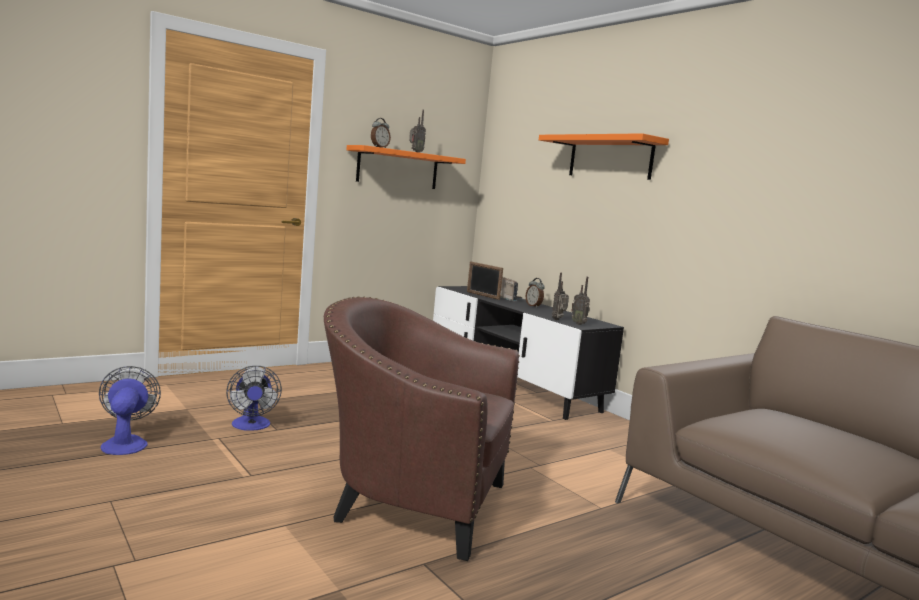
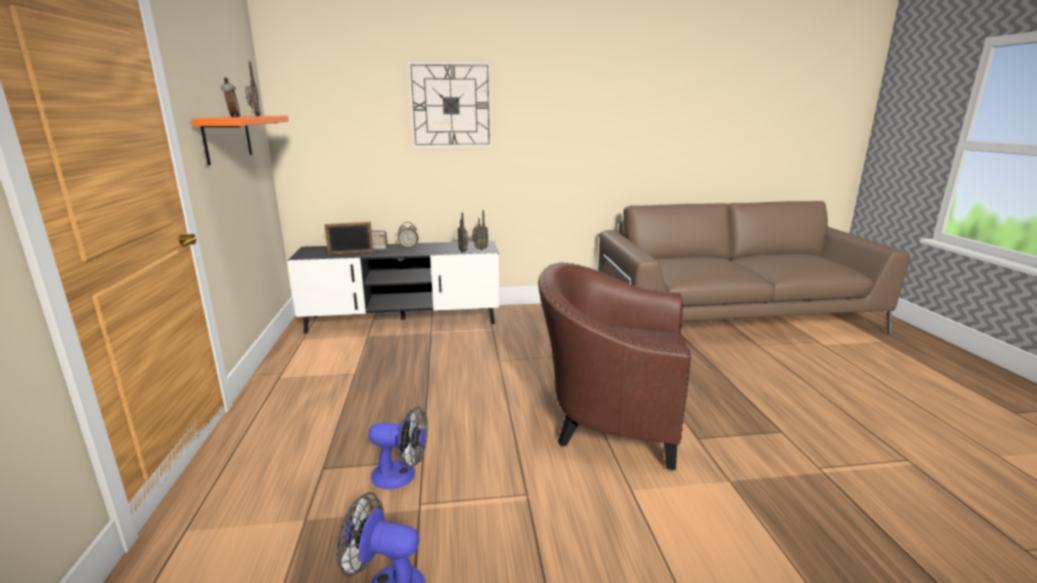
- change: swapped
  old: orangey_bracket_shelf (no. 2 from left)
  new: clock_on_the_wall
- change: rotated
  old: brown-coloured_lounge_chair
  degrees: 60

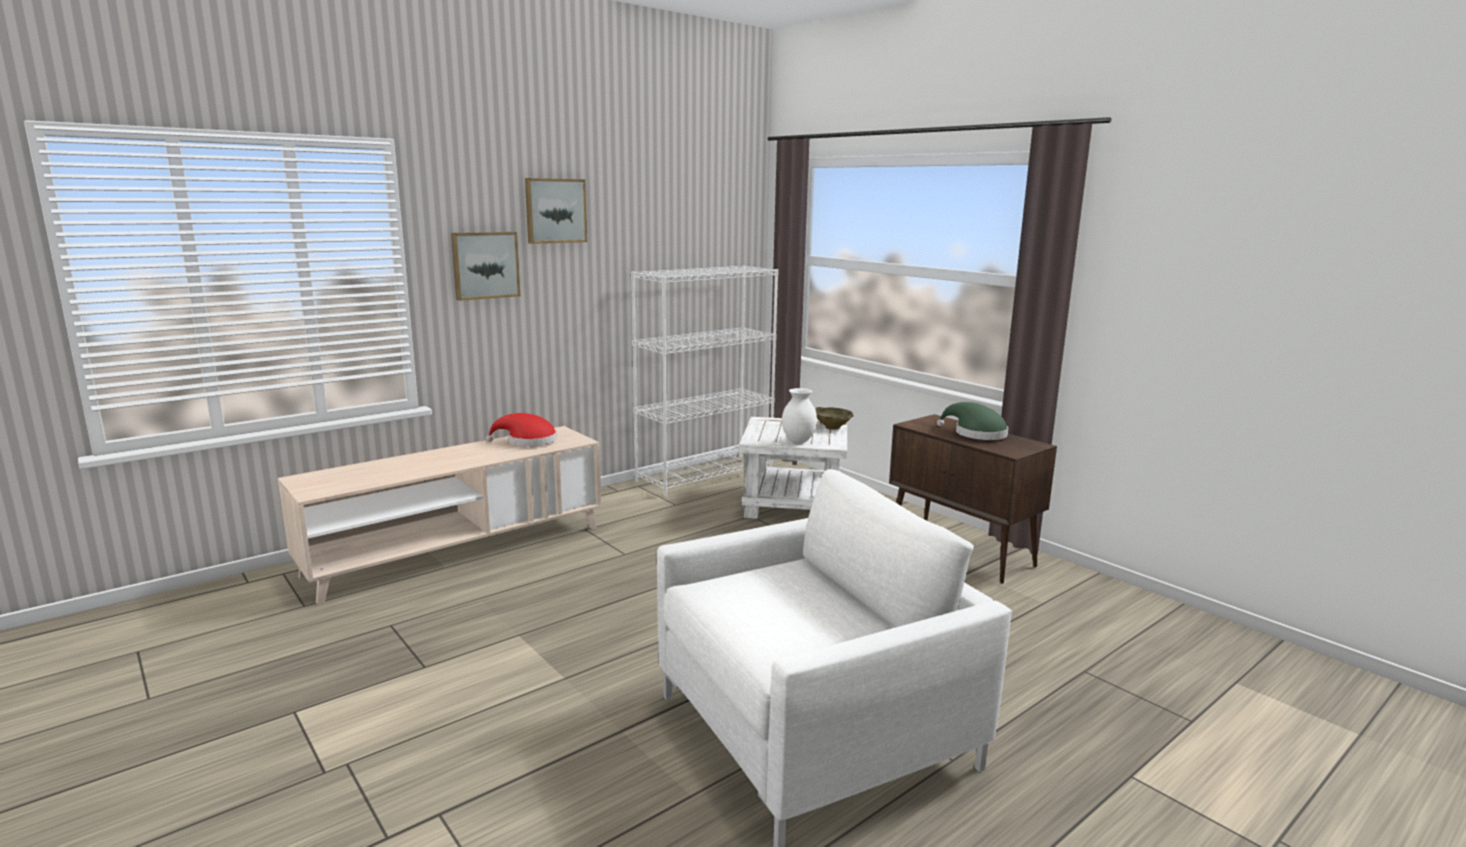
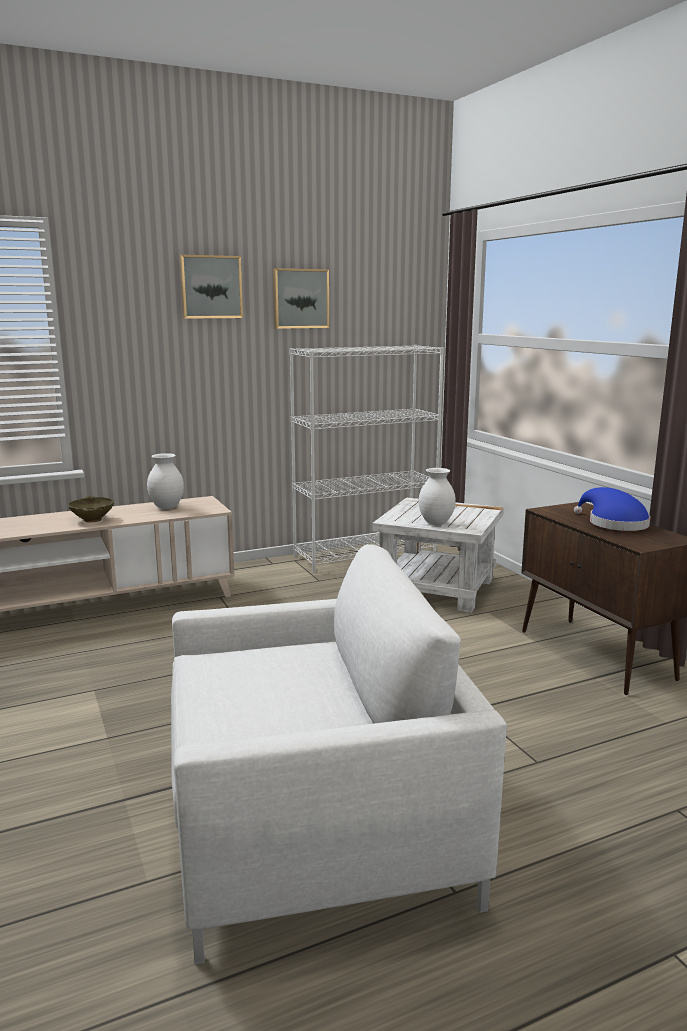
- change: shifted
  old: picture (no. 1 from left in the first image)
  new: picture (no. 2 from left)
- change: shifted
  old: beige_bowl
- change: swapped
  old: red_wearable_hat
  new: white_decorative_vase (no. 1 from left)
- change: repainted
  old: green_wearable_hat
  new: bluish_wearable_hat

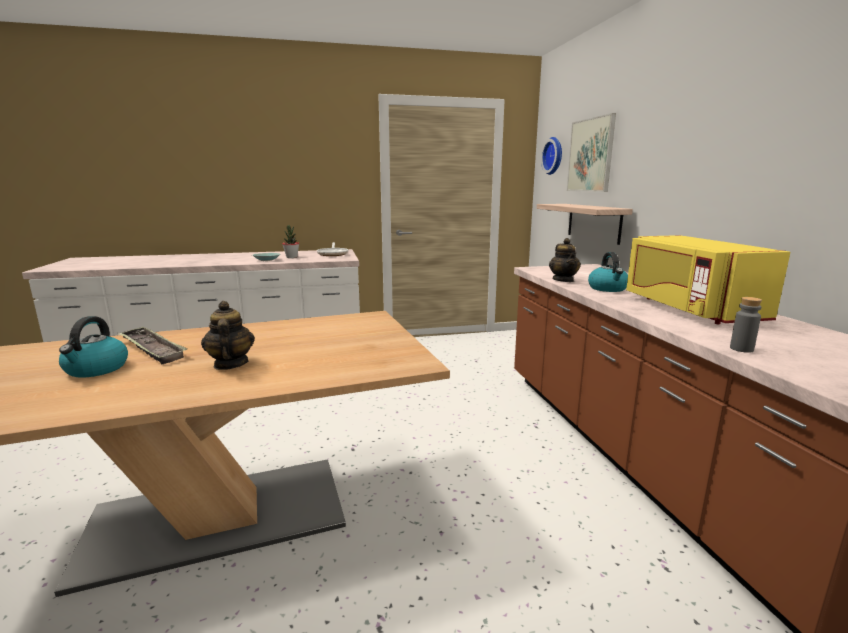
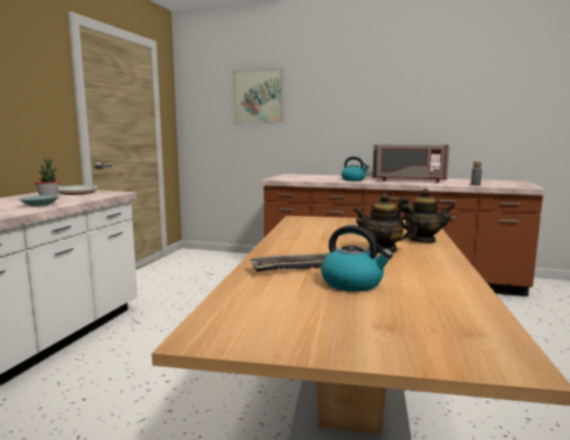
- change: gone
  old: bracket_shelf
- change: gone
  old: clock_on_the_wall
- change: shifted
  old: tea_pot (no. 2 from left)
- change: repainted
  old: yellowish_microwave_oven
  new: gray_microwave_oven

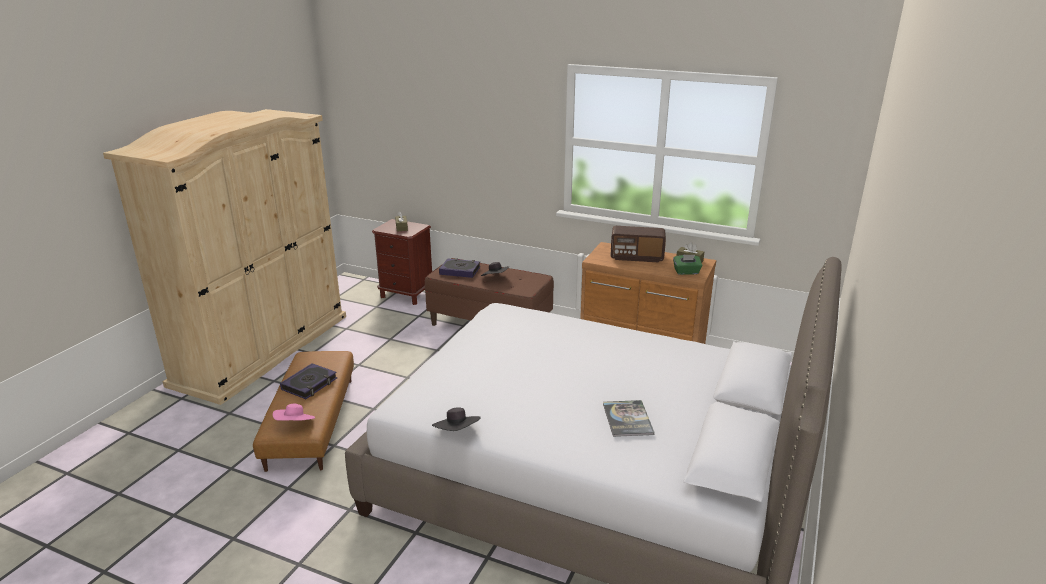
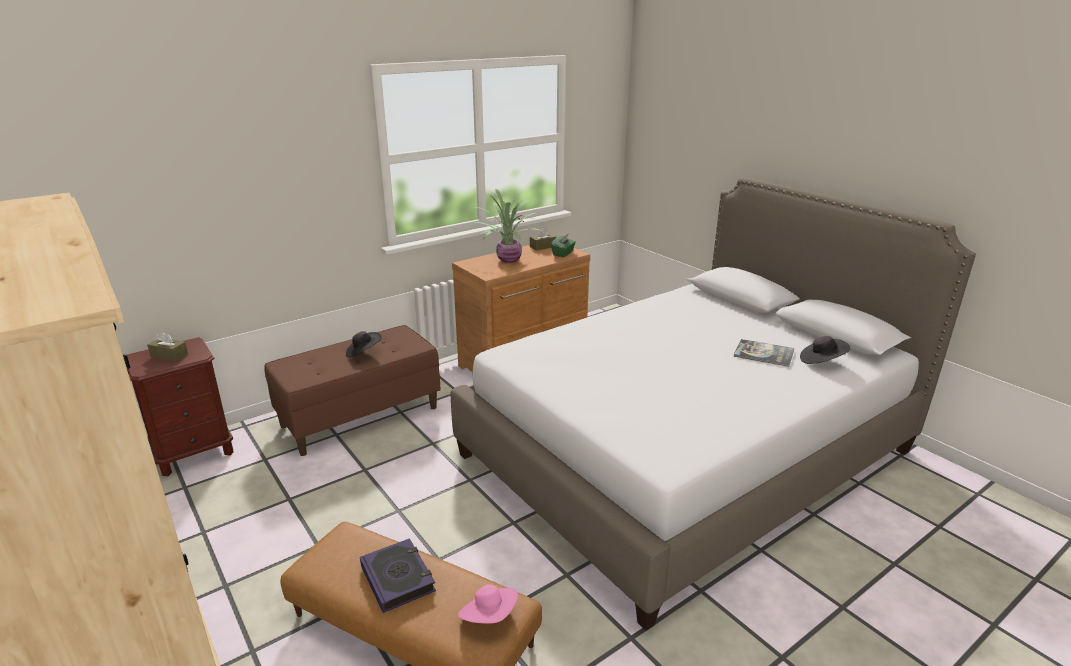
- change: gone
  old: bound_book (no. 2 from left)
- change: shifted
  old: black-coloured_wearable_hat (no. 1 from left in the first image)
  new: black-coloured_wearable_hat (no. 2 from left)
- change: swapped
  old: radio_receiver
  new: houseplant

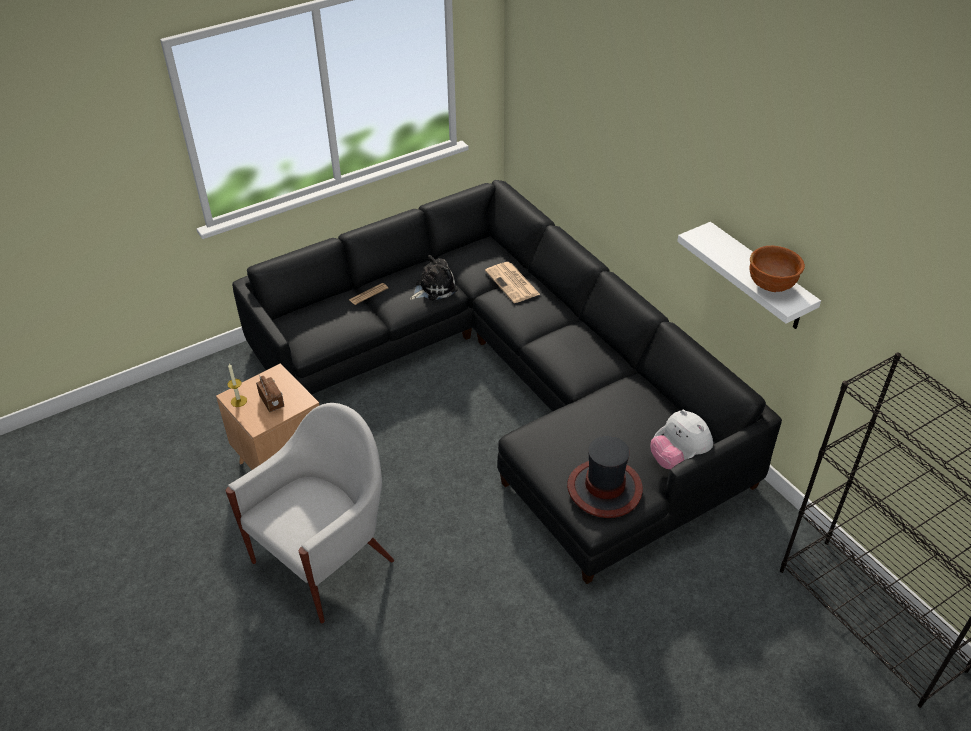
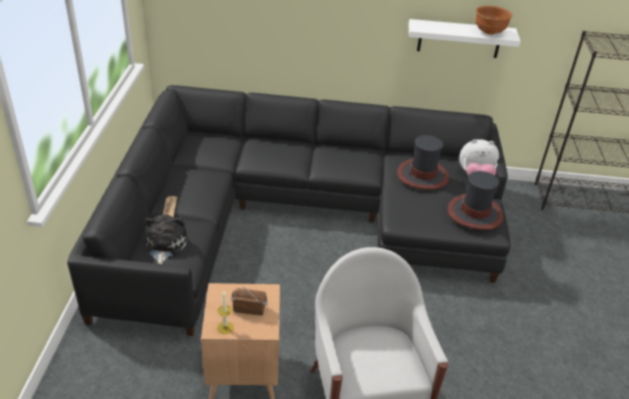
- change: gone
  old: newspaper (no. 2 from left)
- change: new
  new: wearable_hat (no. 1 from left)
- change: shifted
  old: soft_toy (no. 1 from left)

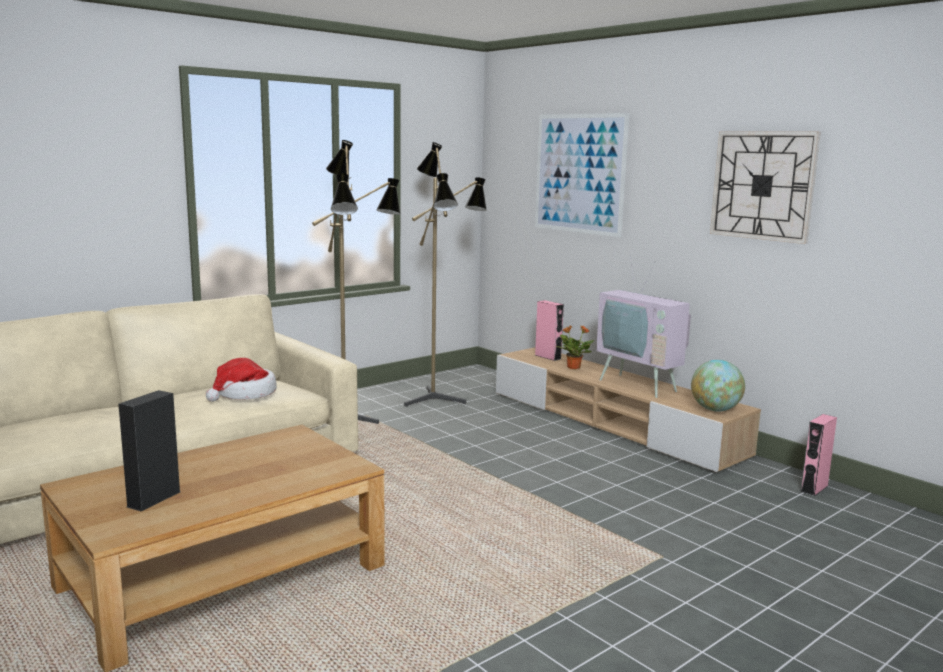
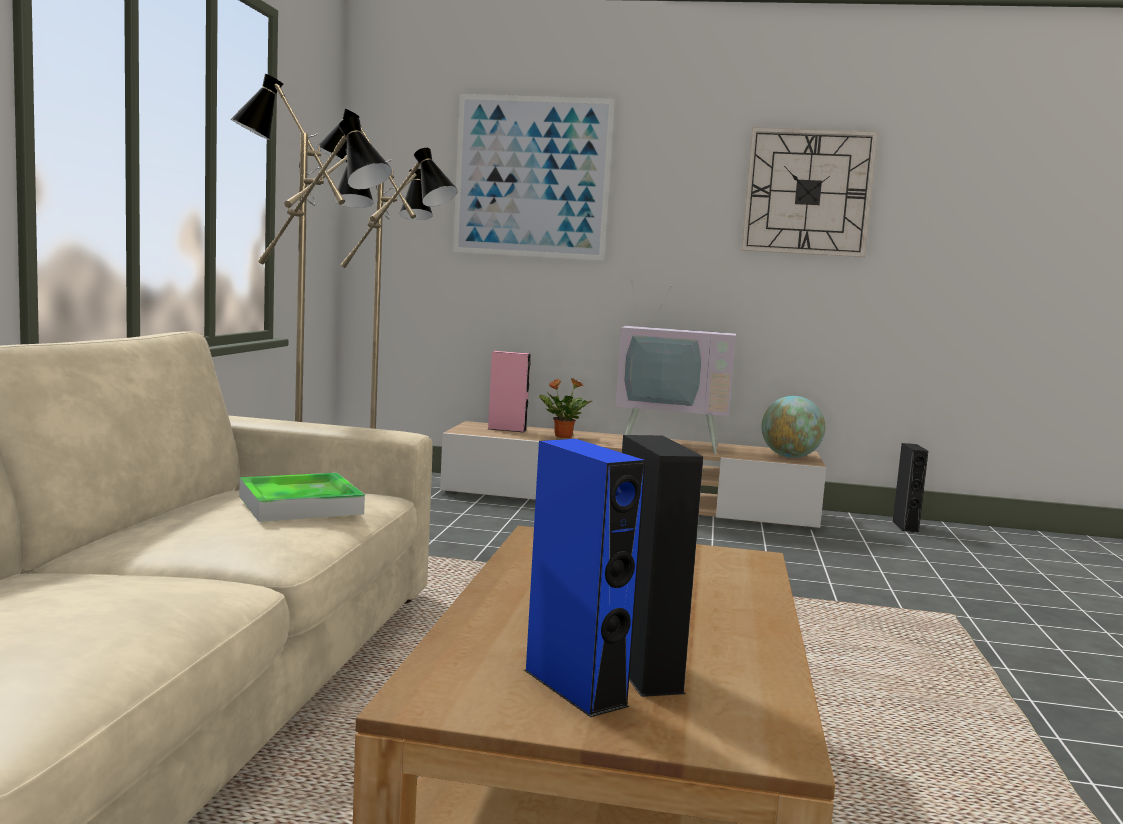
- change: new
  new: bluish_speaker
- change: swapped
  old: wearable_hat
  new: serving_tray
- change: repainted
  old: pink-coloured_speaker (no. 2 from left)
  new: black-coloured_speaker (no. 2 from left)

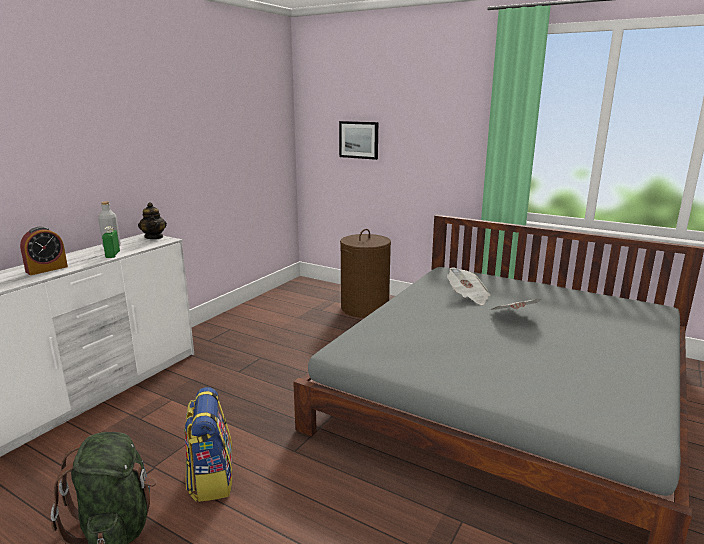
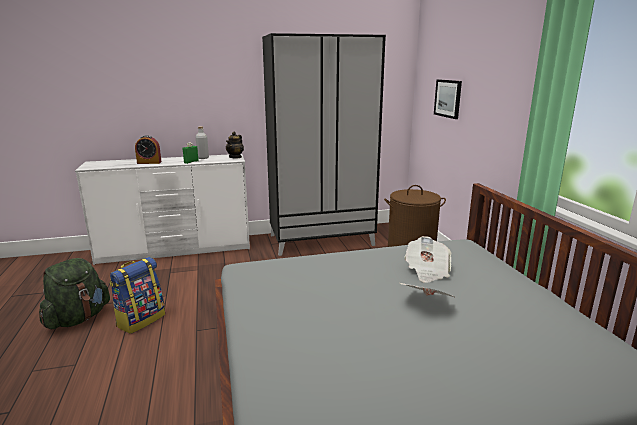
- change: new
  new: black-coloured_clothes_cupboard

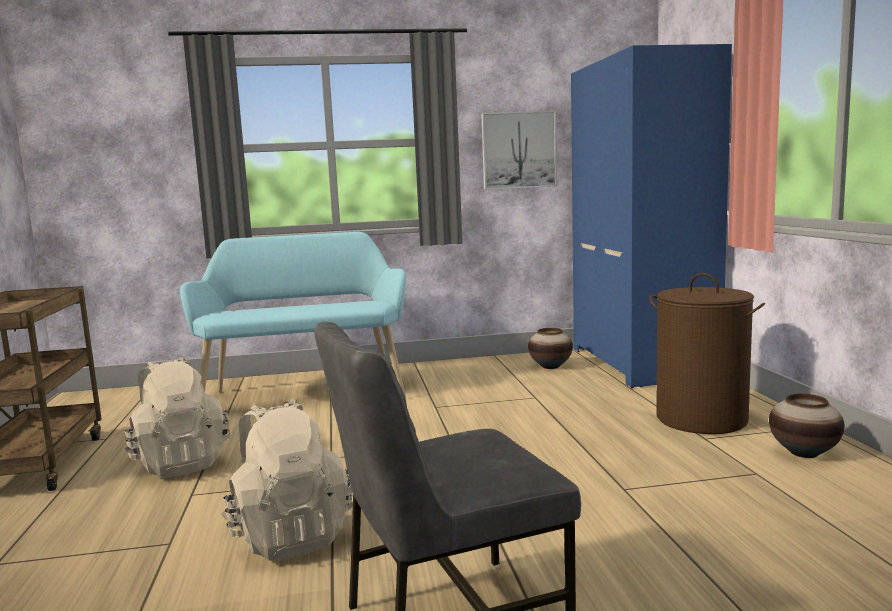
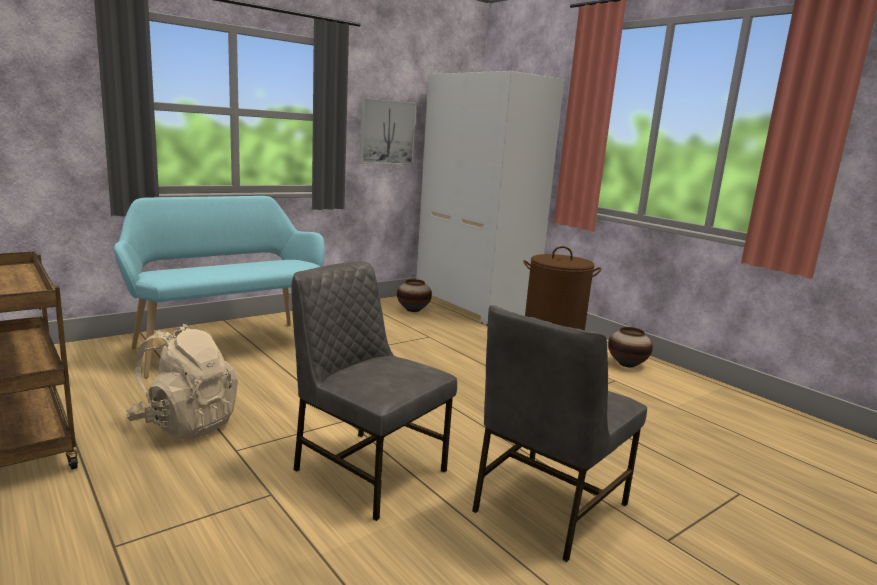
- change: swapped
  old: beige_backpack (no. 2 from left)
  new: gray_plain_chair (no. 1 from left)
- change: repainted
  old: bluish_clothes_cupboard
  new: white_clothes_cupboard

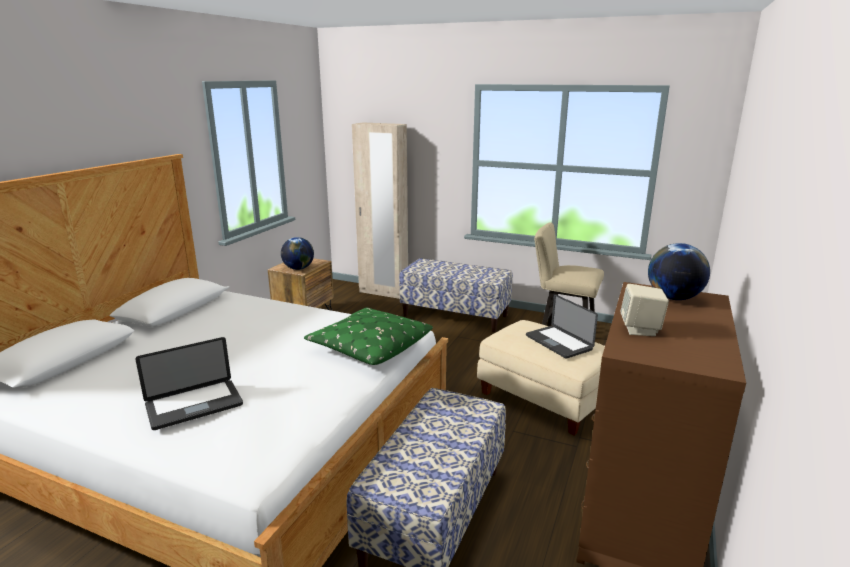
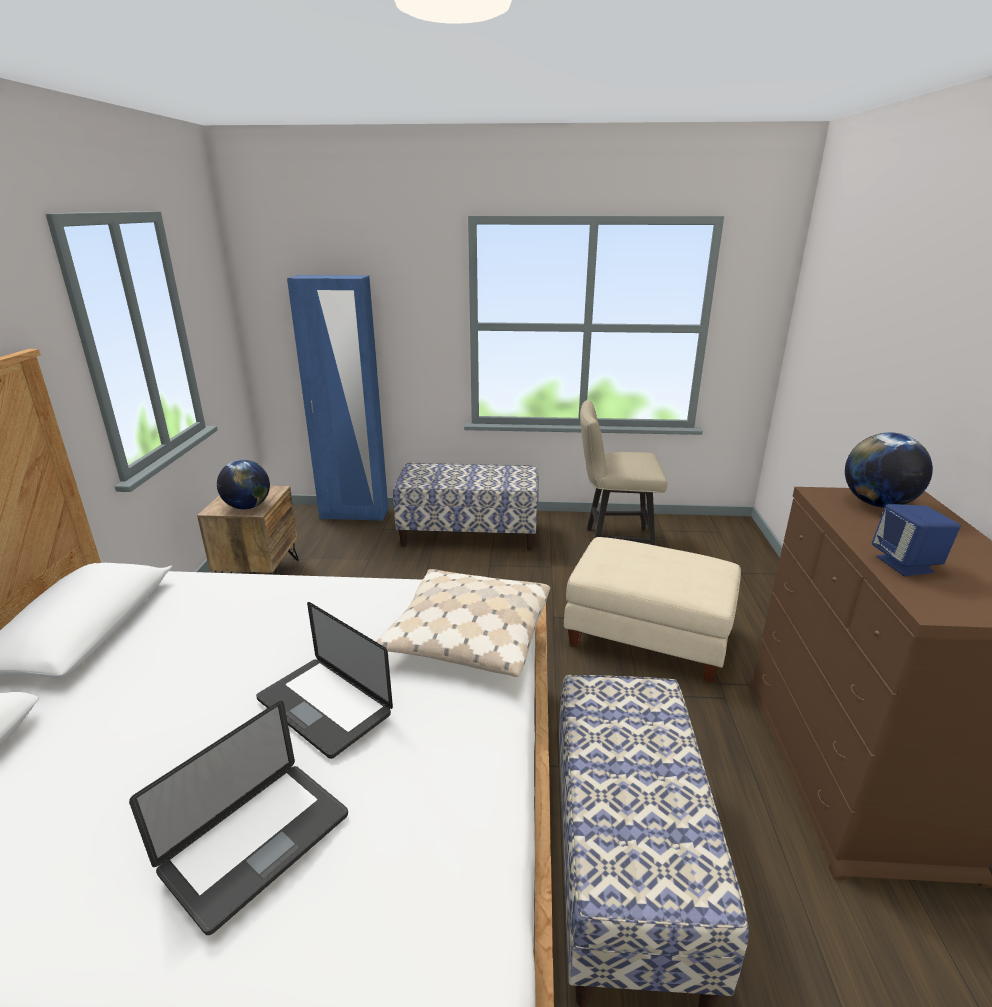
- change: shifted
  old: notebook_computer (no. 2 from left)
- change: repainted
  old: green_throw_pillow
  new: beige_throw_pillow
- change: repainted
  old: beige_clothes_cupboard
  new: bluish_clothes_cupboard
- change: repainted
  old: beige_speaker
  new: bluish_speaker

